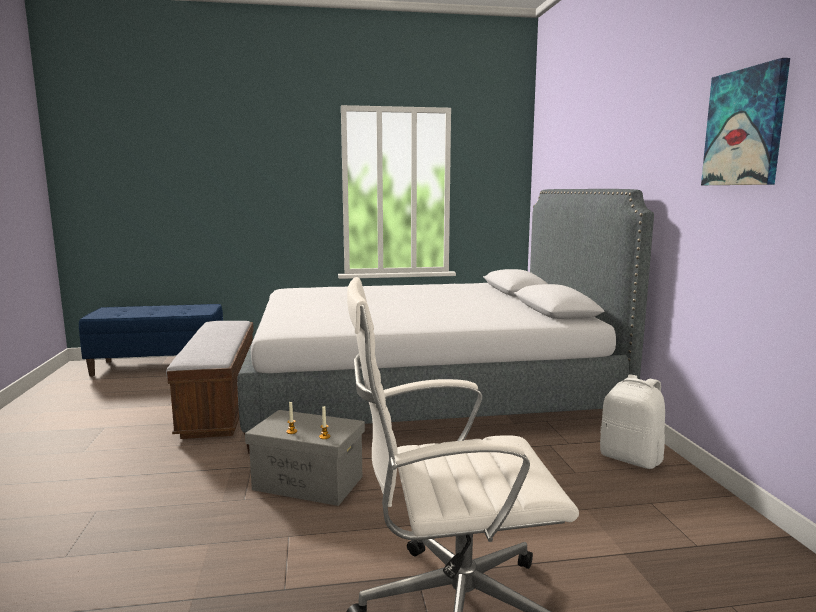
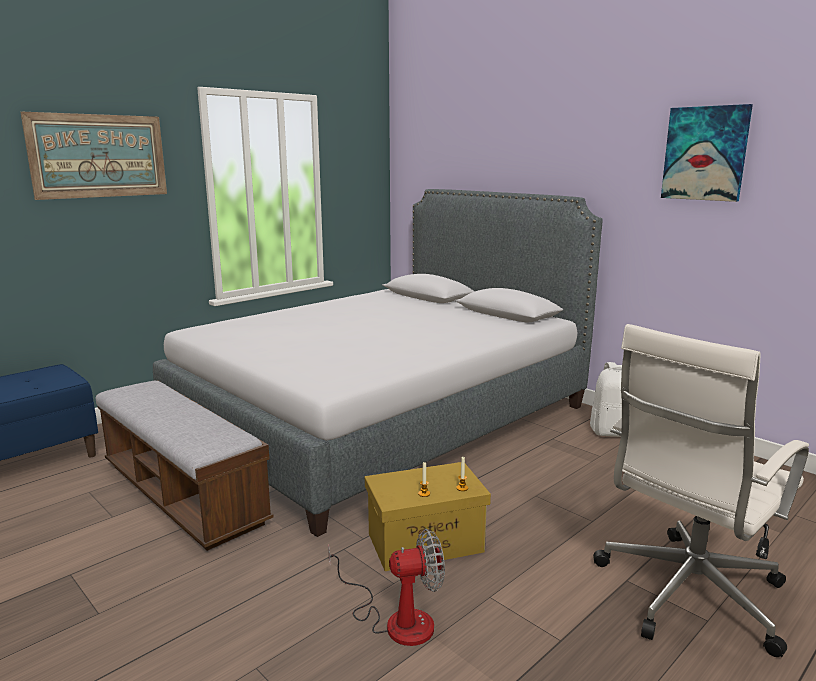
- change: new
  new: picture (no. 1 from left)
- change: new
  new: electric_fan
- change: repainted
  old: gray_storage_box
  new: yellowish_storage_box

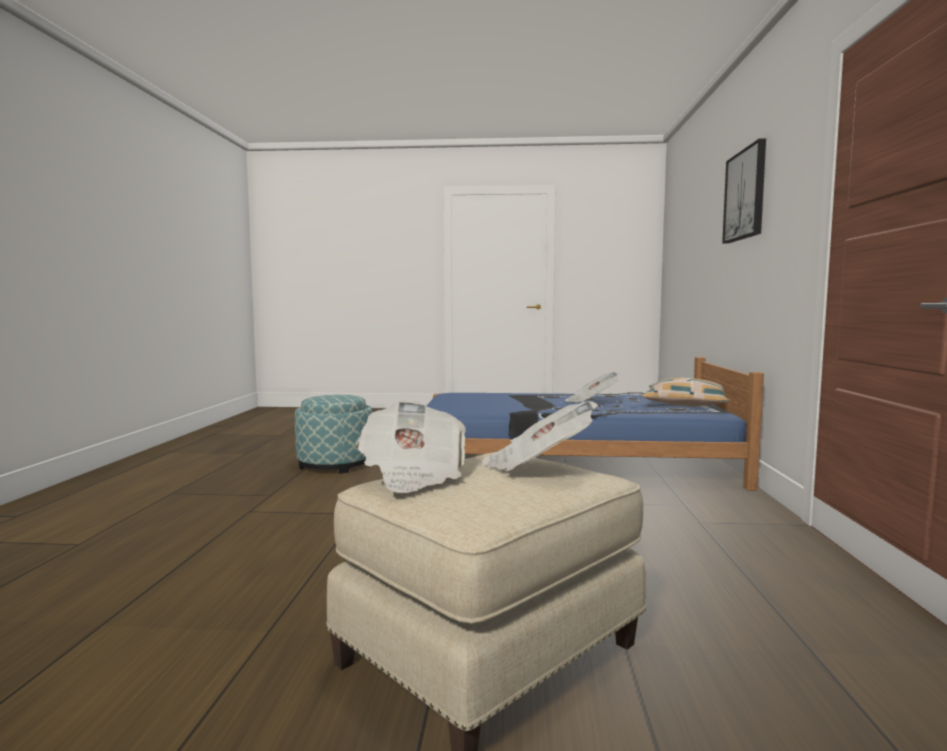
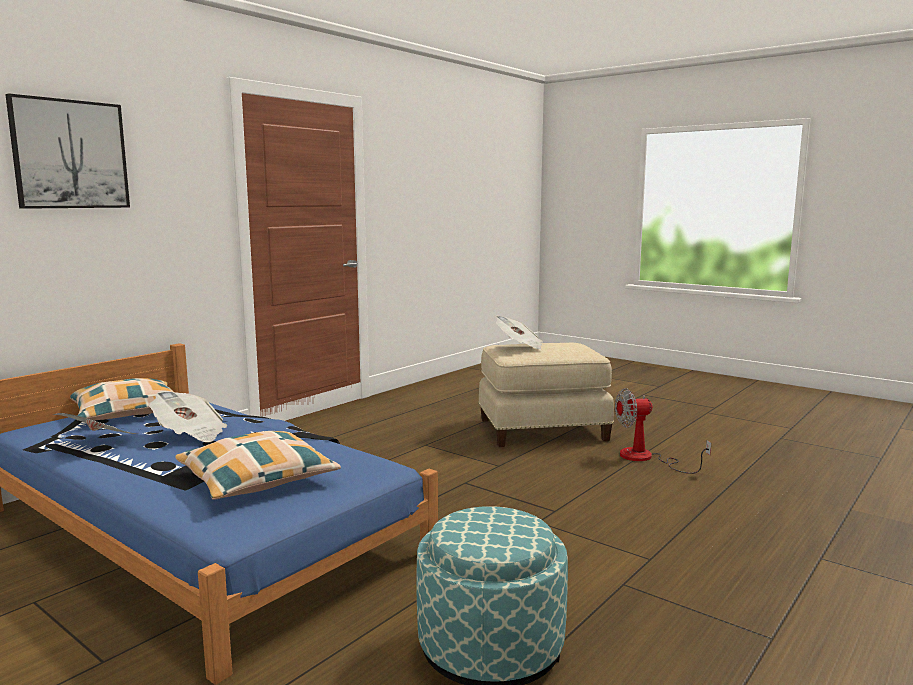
- change: new
  new: throw_pillow (no. 2 from left)
- change: new
  new: electric_fan
- change: shifted
  old: newspaper (no. 1 from left)

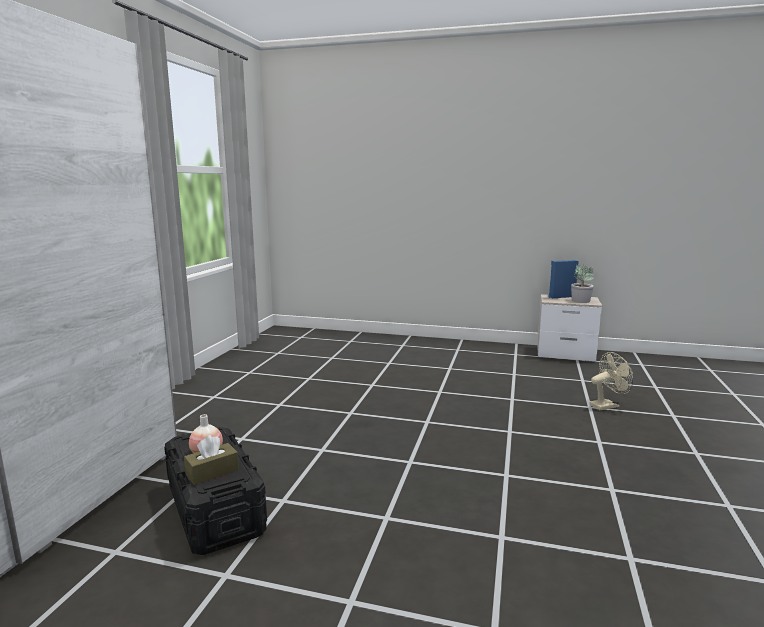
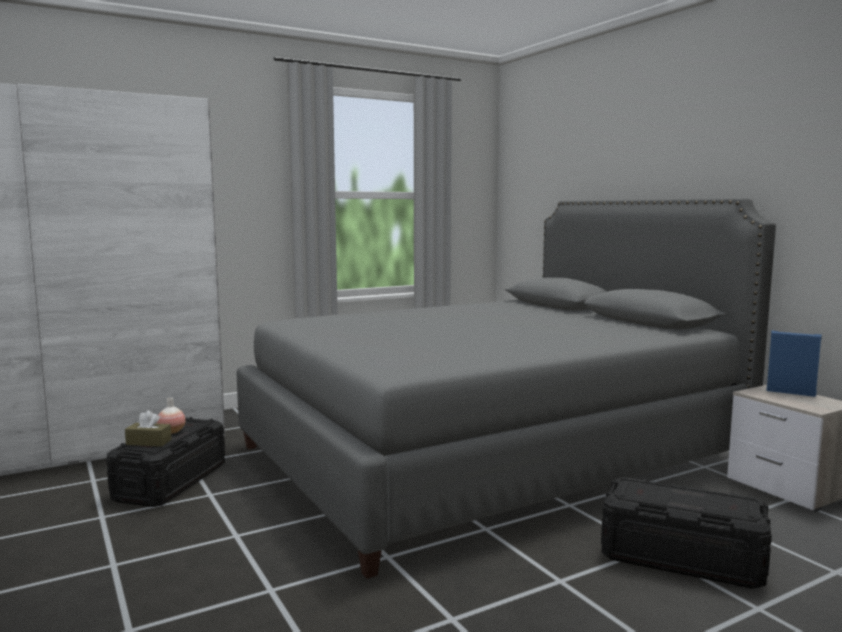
- change: gone
  old: houseplant
- change: new
  new: gray_bedroom_bed
- change: swapped
  old: beige_electric_fan
  new: black-coloured_storage_box (no. 2 from left)

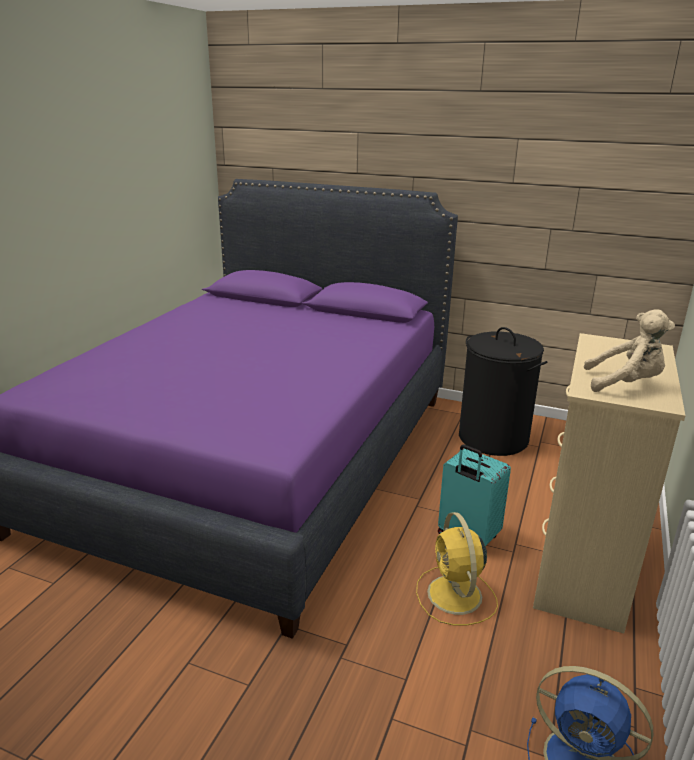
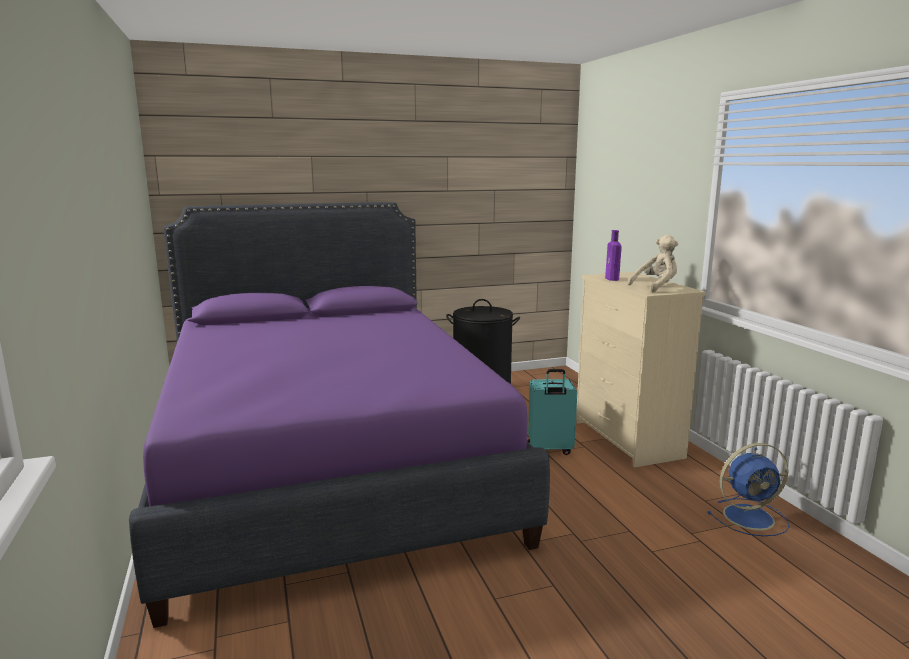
- change: gone
  old: yellowish_electric_fan
- change: new
  new: purple_bottle

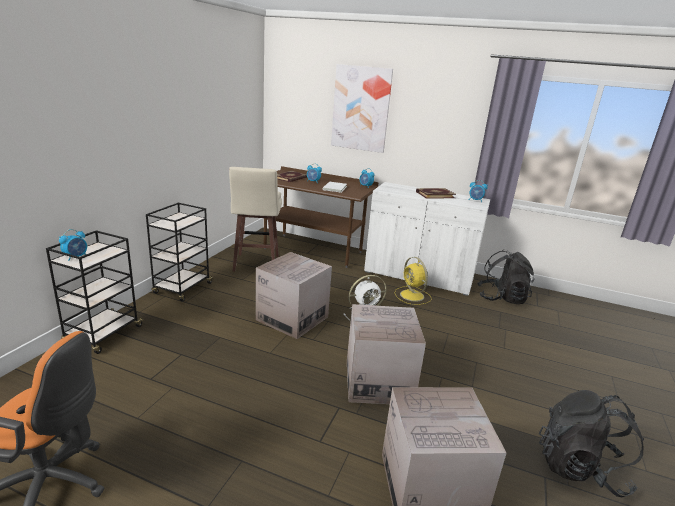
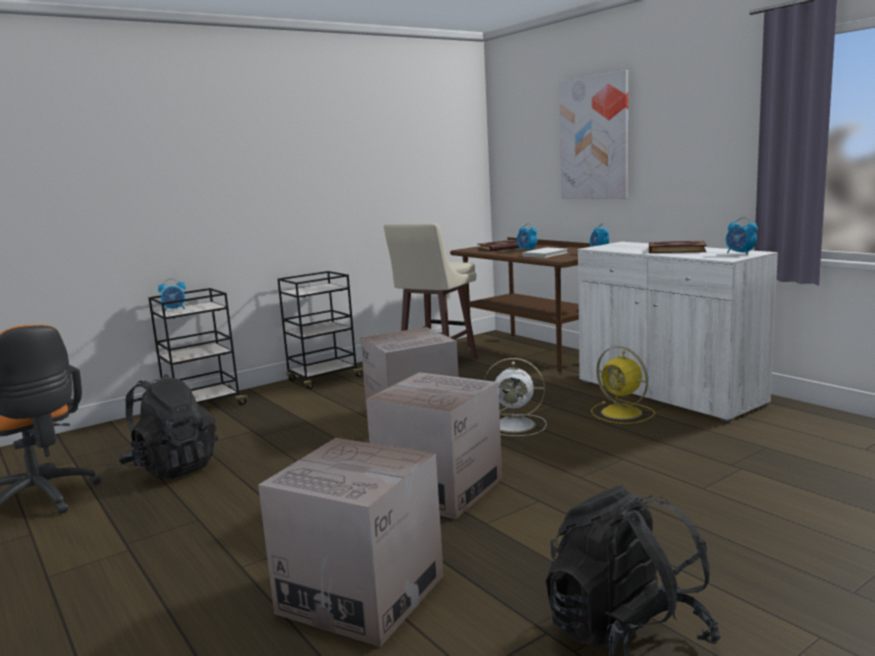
- change: shifted
  old: black-coloured_backpack (no. 1 from left)
- change: rotated
  old: yellowish_electric_fan
  degrees: -45

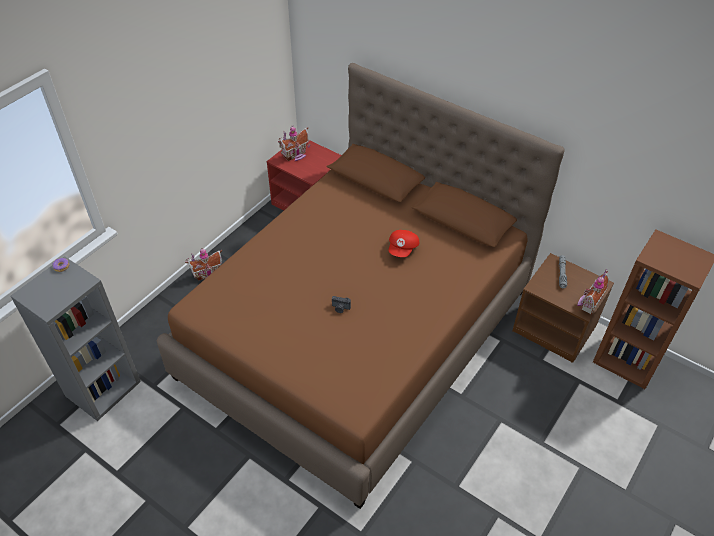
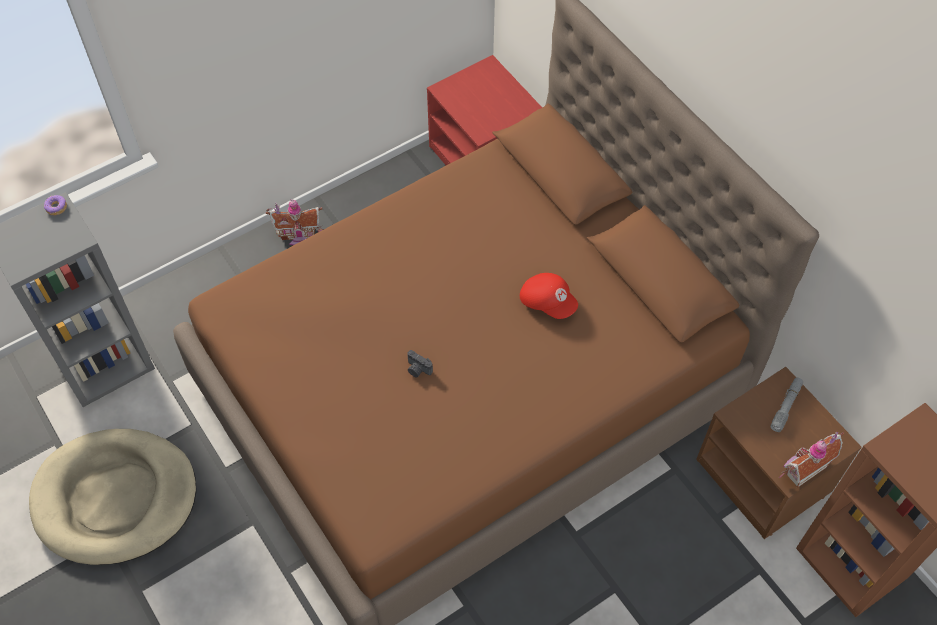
- change: gone
  old: miniature_house (no. 2 from left)
- change: new
  new: beige_dog_bed
- change: rotated
  old: red_cap
  degrees: -90

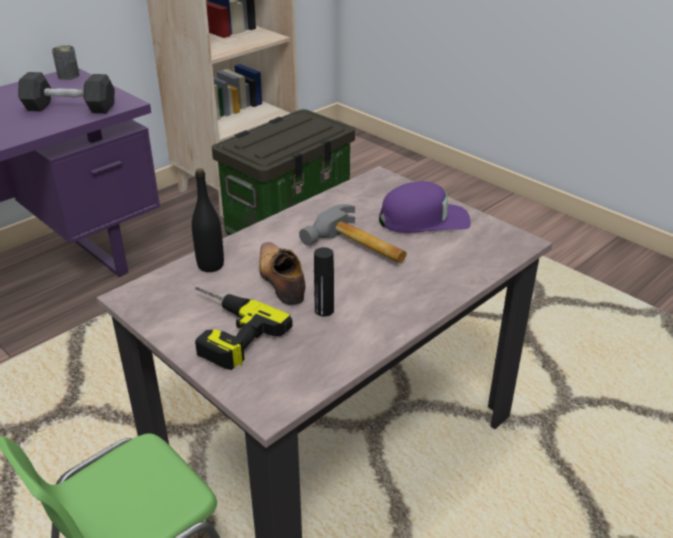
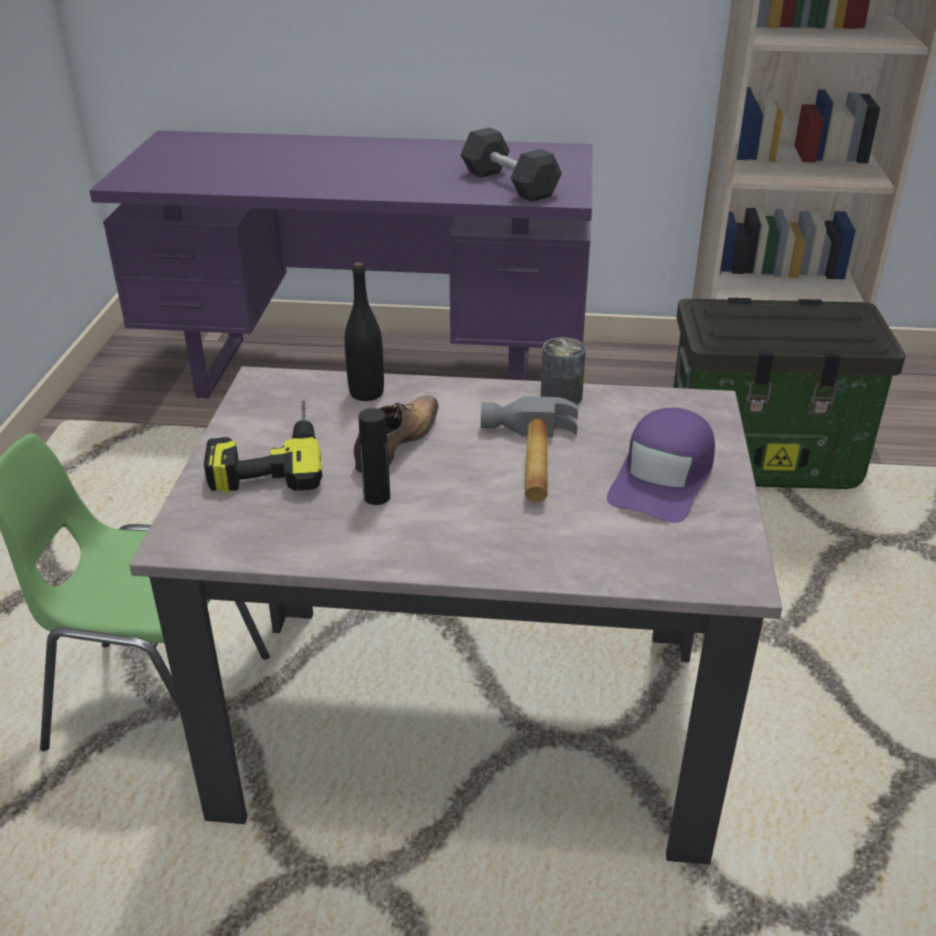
- change: shifted
  old: sealed_can
- change: rotated
  old: purple_cap
  degrees: 75

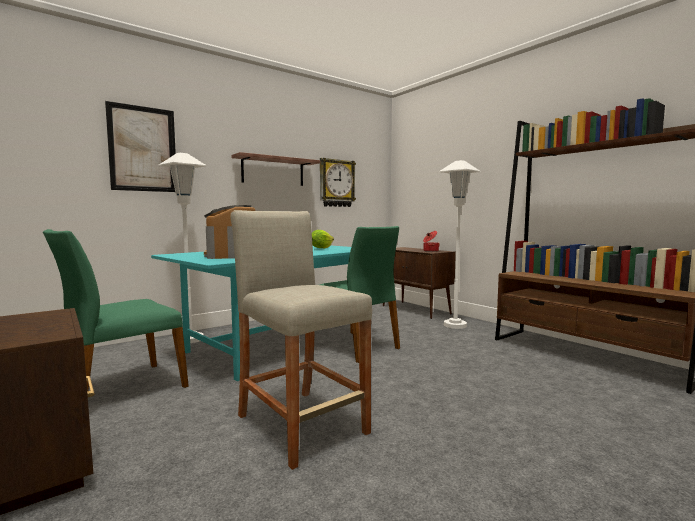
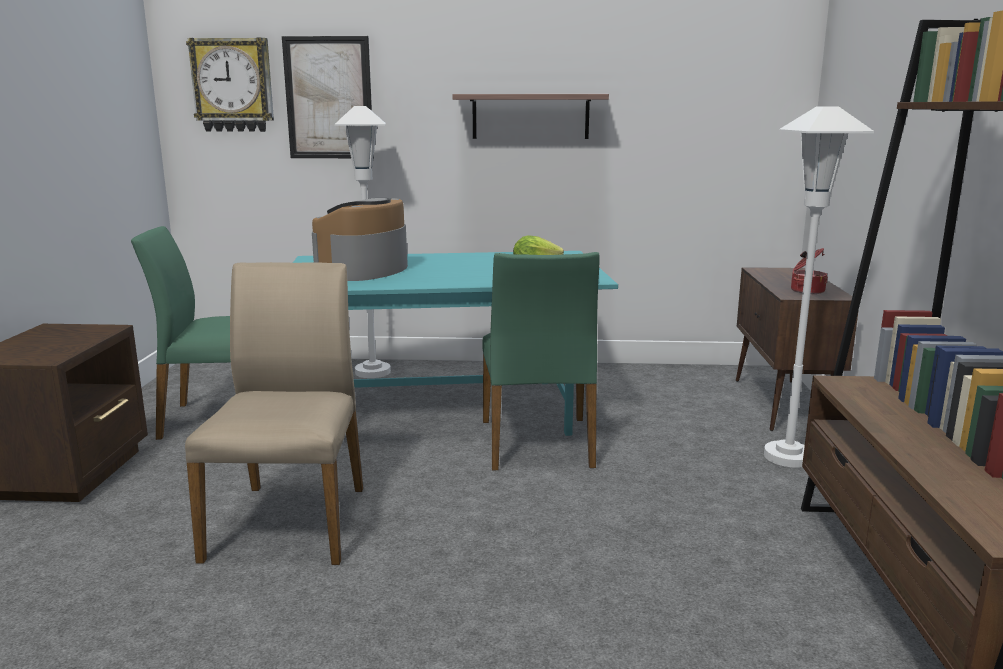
- change: shifted
  old: clock_on_the_wall
- change: swapped
  old: beige_stool_seat
  new: beige_plain_chair

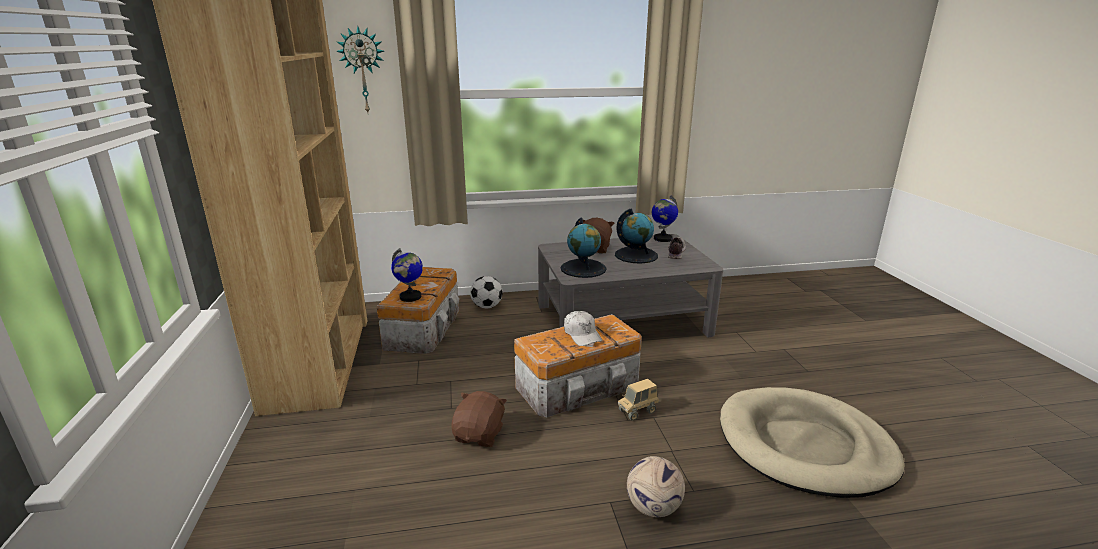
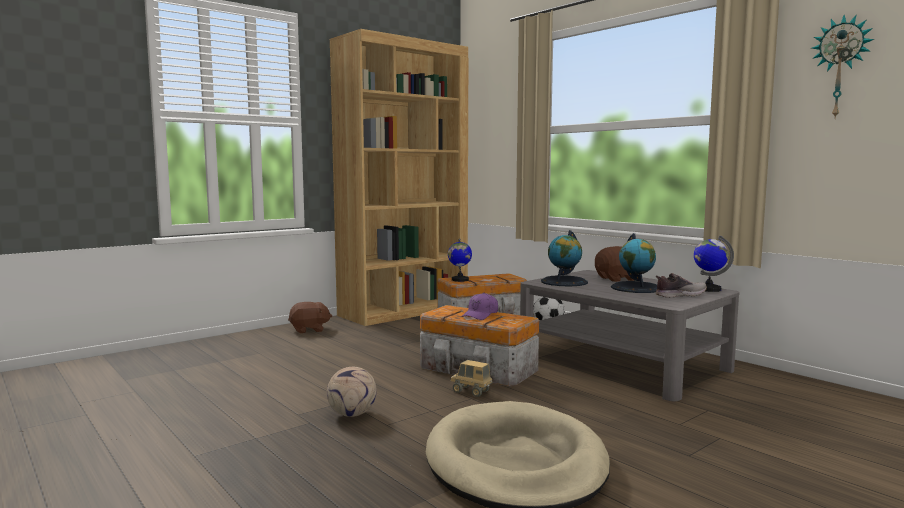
- change: shifted
  old: clock_on_the_wall
- change: shifted
  old: brown-coloured_soft_toy (no. 1 from left)
- change: repainted
  old: white_cap
  new: purple_cap

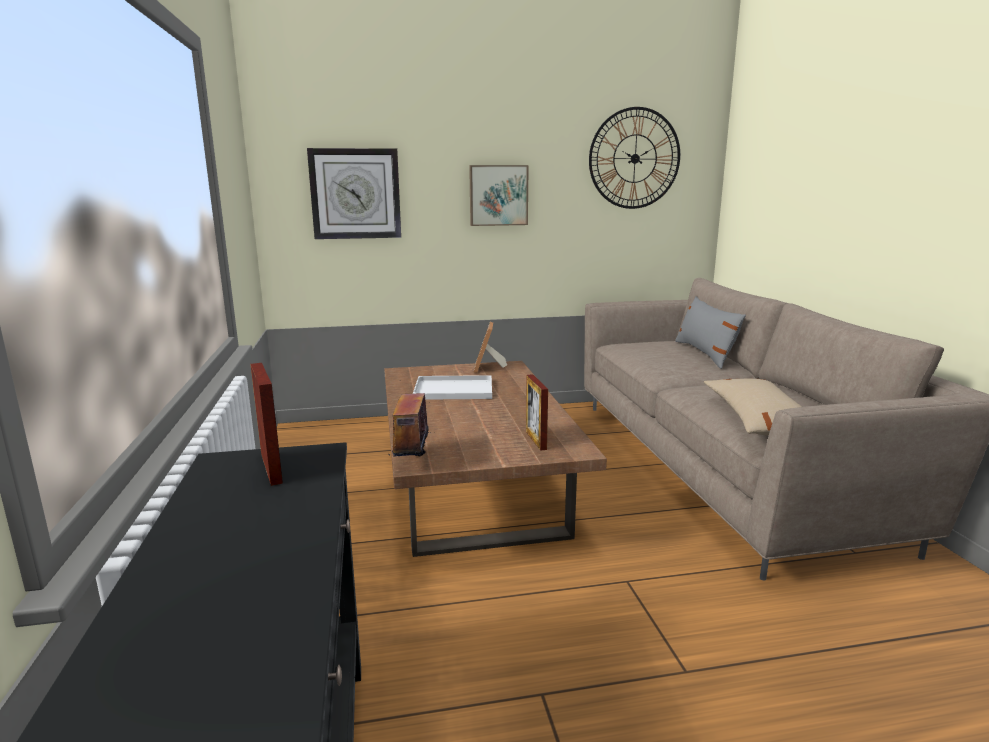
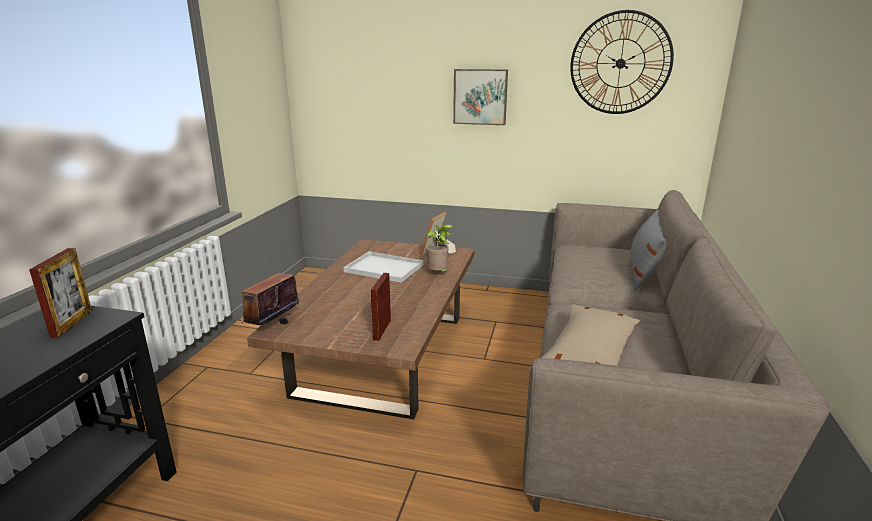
- change: gone
  old: clock_on_the_wall (no. 1 from left)
- change: new
  new: houseplant

